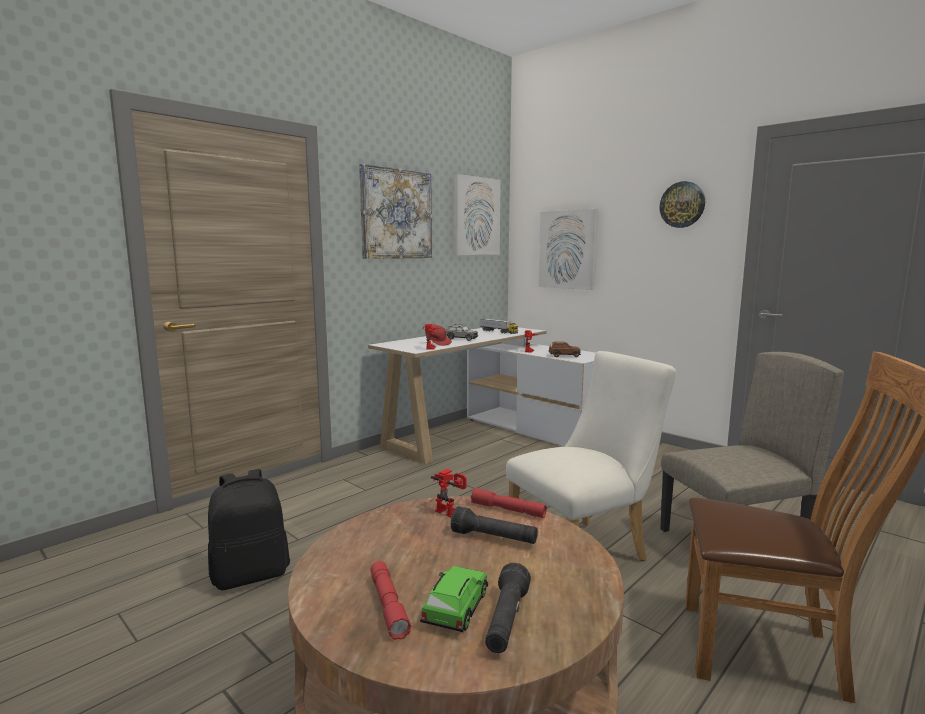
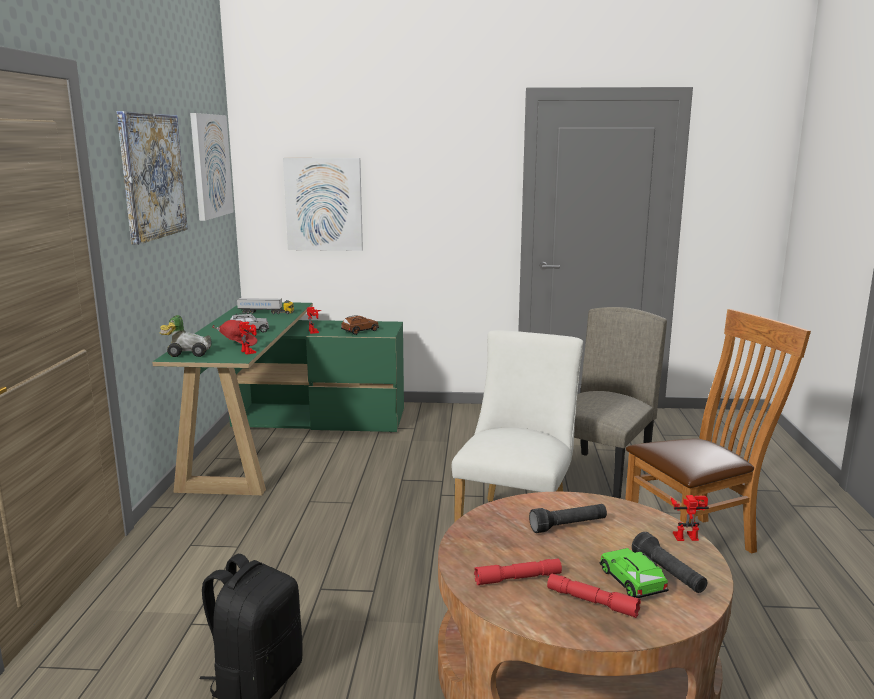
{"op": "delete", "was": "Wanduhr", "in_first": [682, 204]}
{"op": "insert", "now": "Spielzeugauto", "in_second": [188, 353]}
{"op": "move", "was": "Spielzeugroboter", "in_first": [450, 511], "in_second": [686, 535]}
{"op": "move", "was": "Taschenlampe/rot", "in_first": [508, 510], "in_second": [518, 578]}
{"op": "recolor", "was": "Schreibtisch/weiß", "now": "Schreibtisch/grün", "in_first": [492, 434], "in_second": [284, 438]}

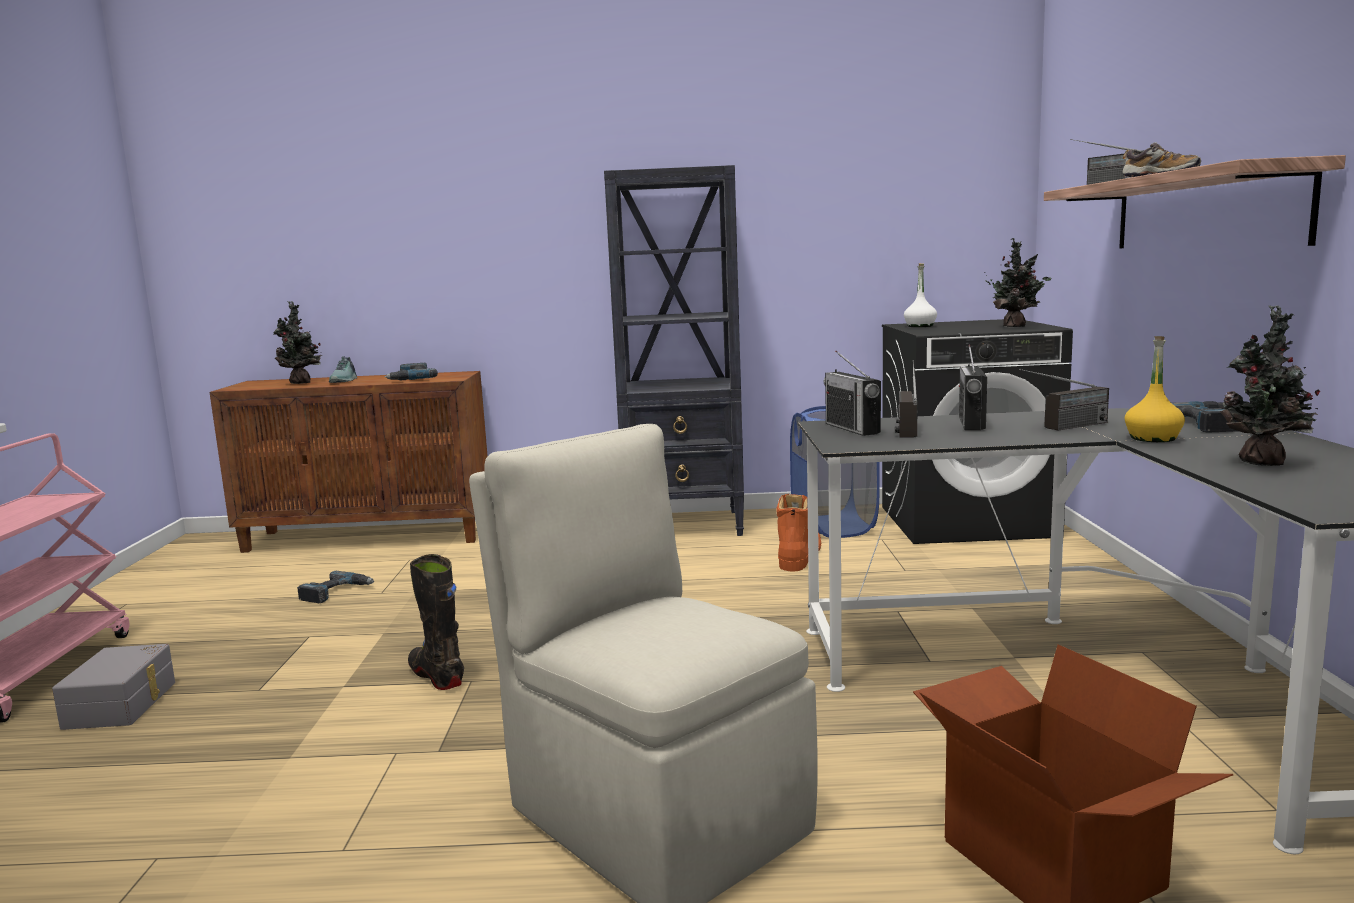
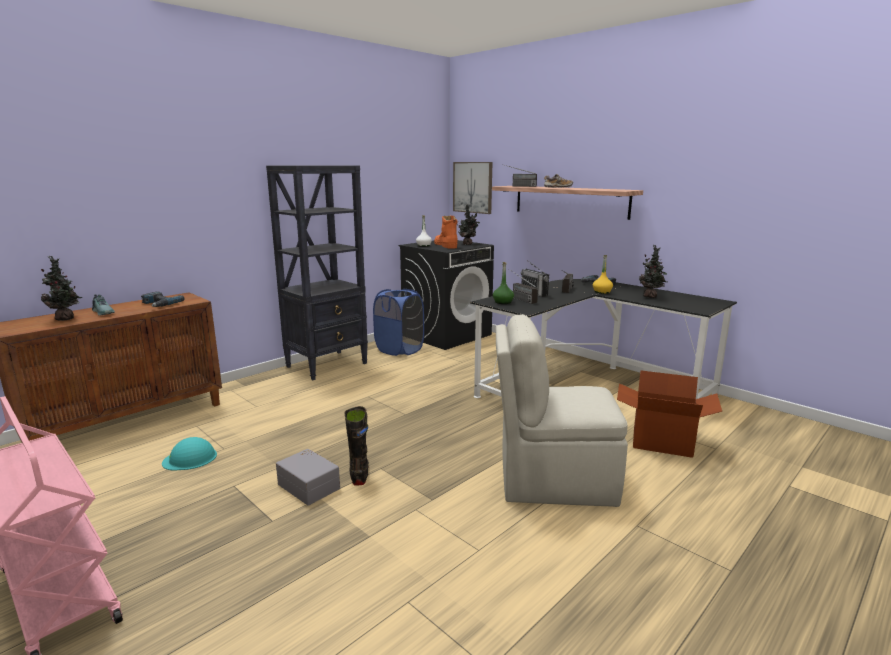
{"op": "insert", "now": "Bild", "in_second": [473, 187]}
{"op": "move", "was": "Aufbewahrungsbox/grau", "in_first": [123, 704], "in_second": [310, 485]}
{"op": "move", "was": "Stiefel/orange", "in_first": [799, 557], "in_second": [445, 245]}
{"op": "replace", "was": "Bohrmaschine", "now": "Schutzhelm/türkis", "in_first": [336, 592], "in_second": [190, 458]}
{"op": "replace", "was": "Radio", "now": "Flasche/grün", "in_first": [852, 428], "in_second": [503, 302]}
{"op": "rotate", "was": "Stiefel/schwarz", "in_first": [437, 676], "in_second": [359, 473], "clockwise": 75}

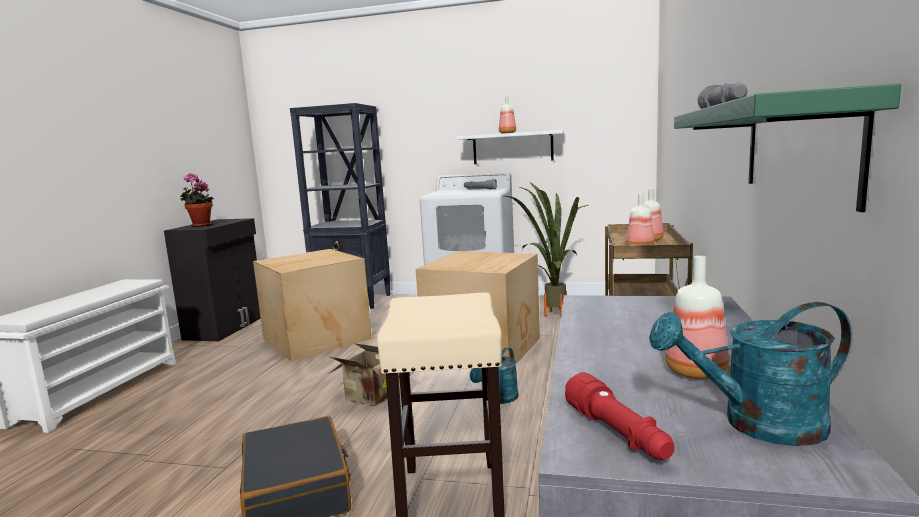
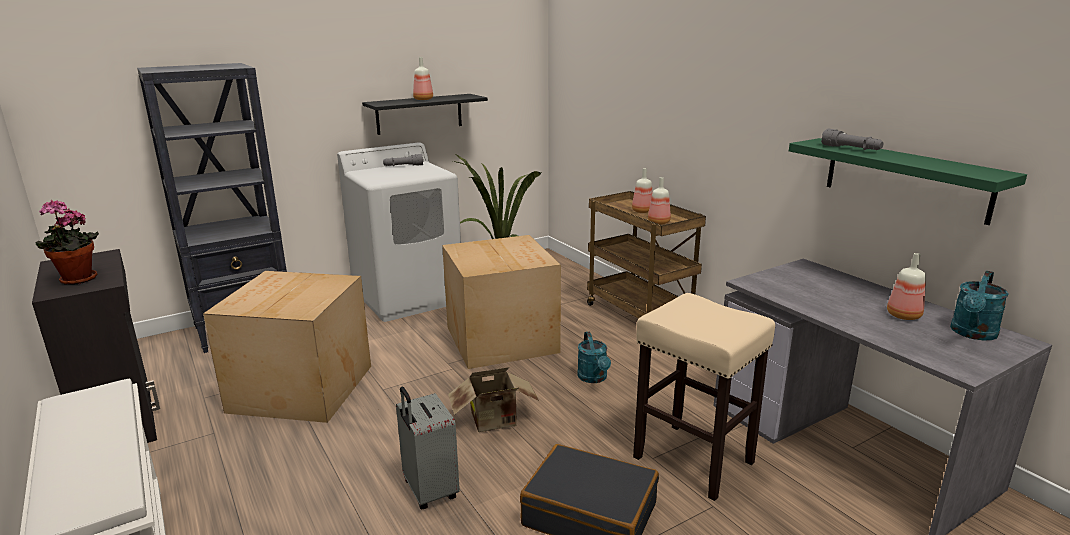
{"op": "delete", "was": "Taschenlampe/rot", "in_first": [618, 434]}
{"op": "insert", "now": "Koffer/grau", "in_second": [429, 491]}
{"op": "recolor", "was": "Wandregal/weiß", "now": "Wandregal/schwarz", "in_first": [512, 148], "in_second": [419, 114]}

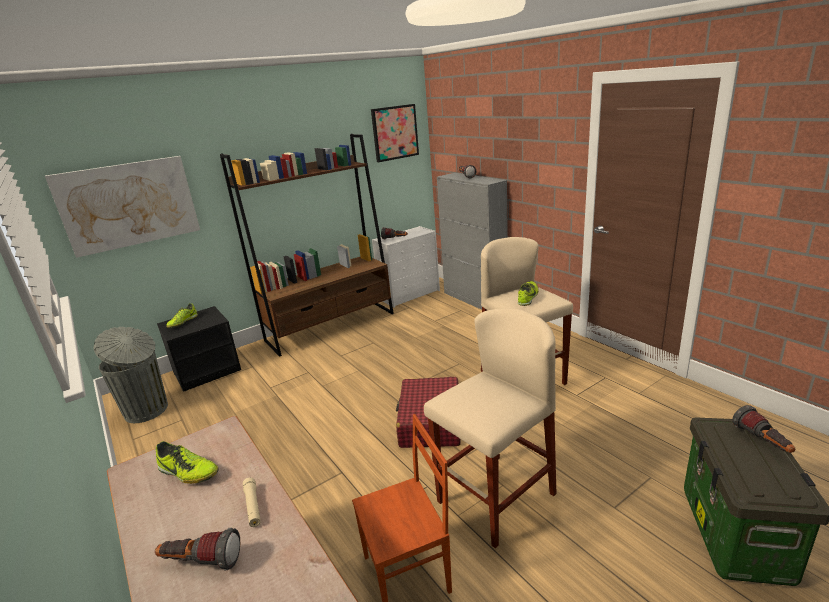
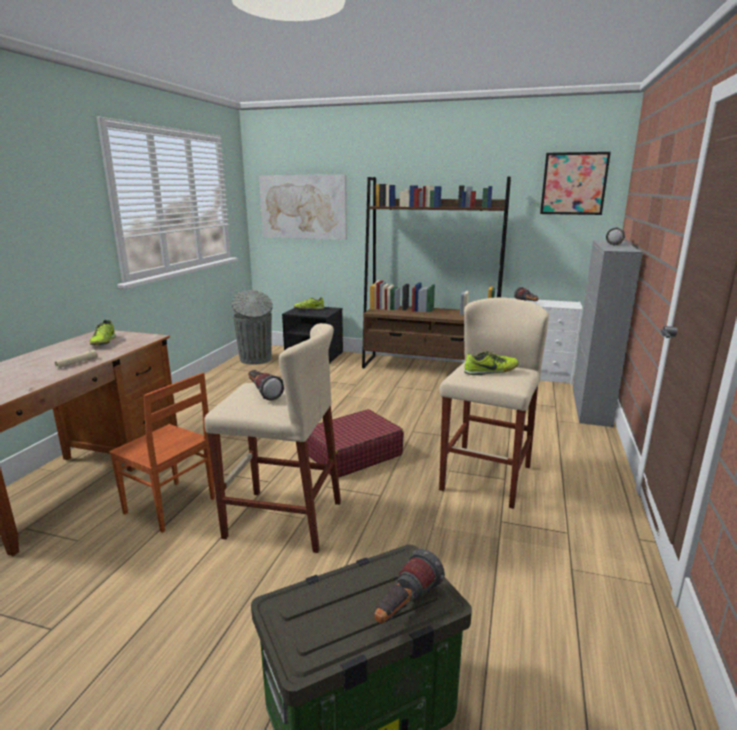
{"op": "move", "was": "Taschenlampe", "in_first": [201, 562], "in_second": [262, 392]}

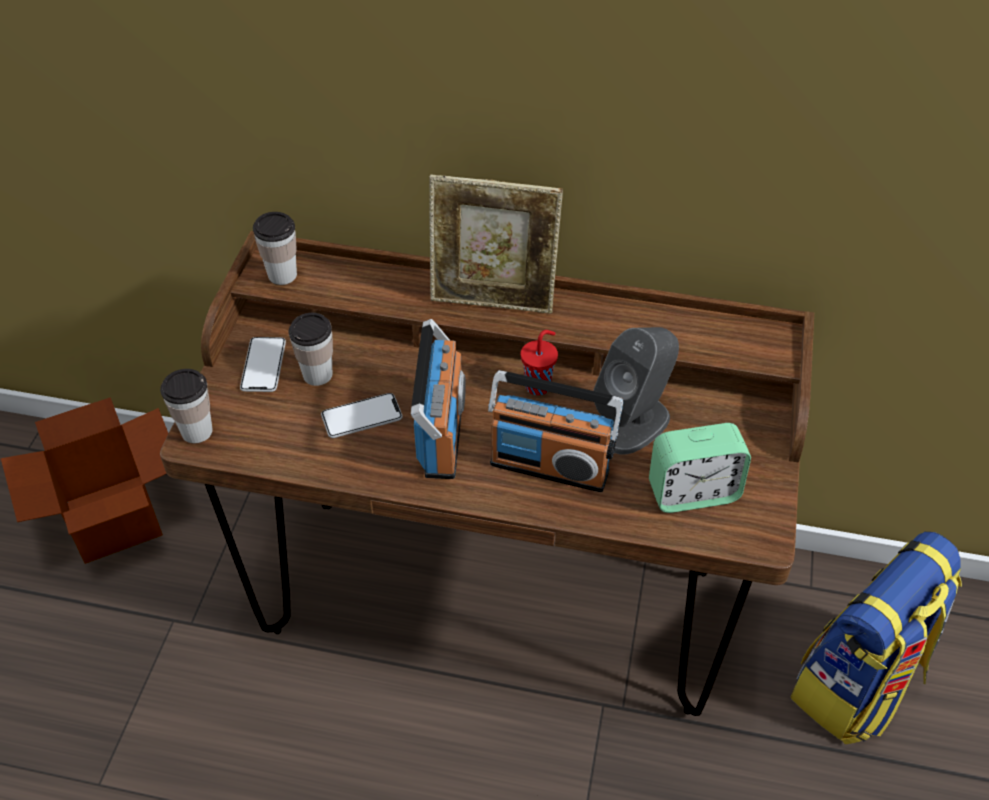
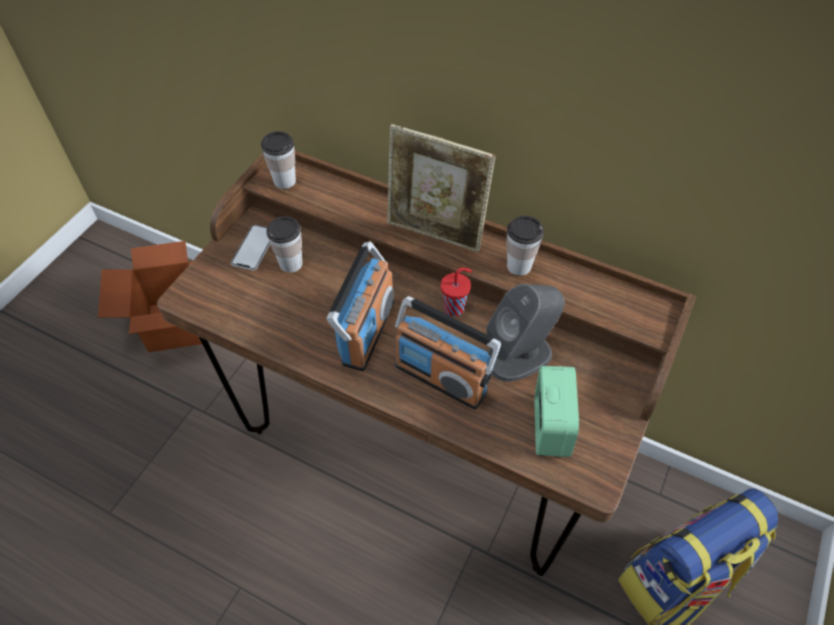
{"op": "delete", "was": "Handy", "in_first": [361, 417]}
{"op": "move", "was": "Tasse", "in_first": [197, 431], "in_second": [519, 266]}
{"op": "rotate", "was": "Wecker", "in_first": [693, 492], "in_second": [550, 427], "clockwise": -90}

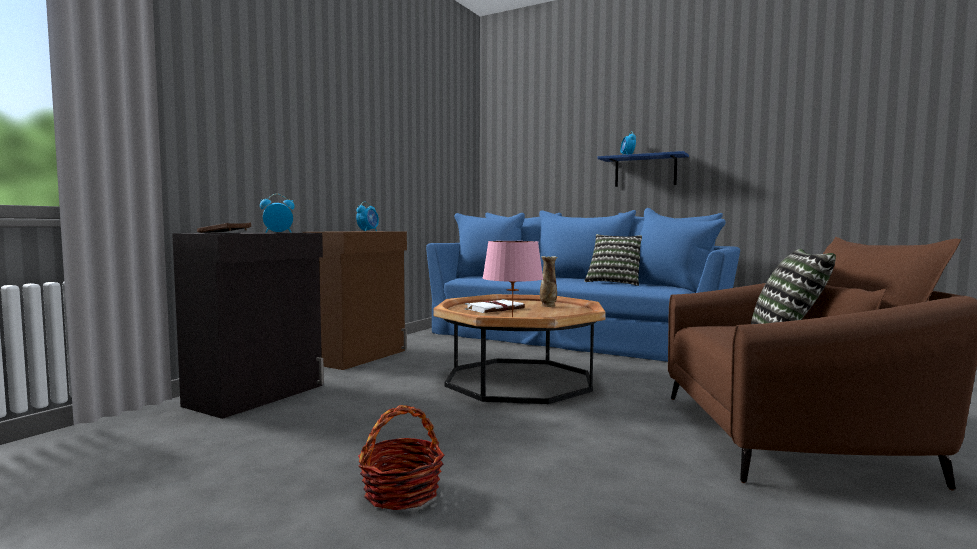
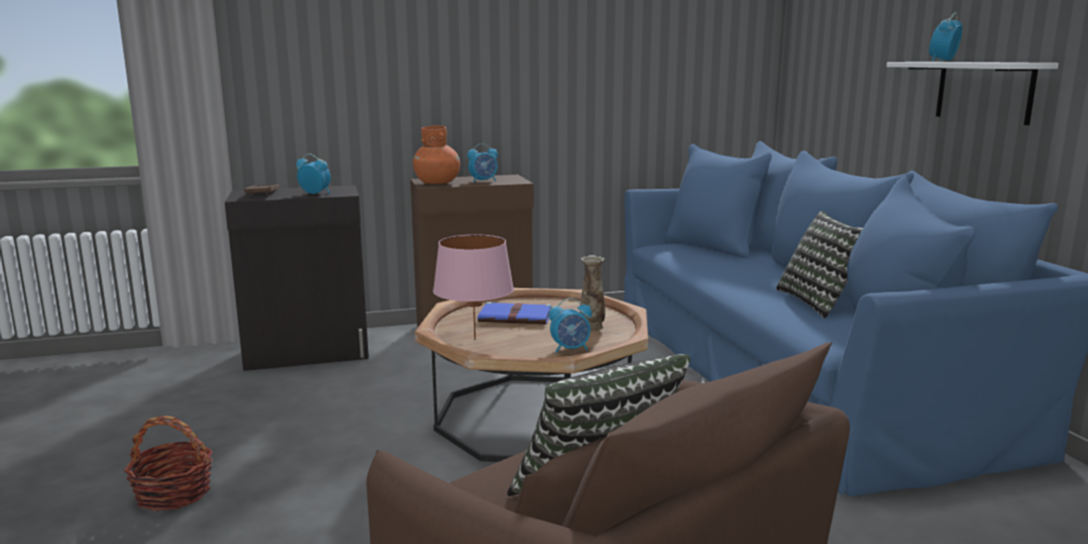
{"op": "insert", "now": "Vase/orange", "in_second": [437, 183]}
{"op": "insert", "now": "Wecker", "in_second": [571, 349]}
{"op": "recolor", "was": "Buch/weiß", "now": "Buch/blau", "in_first": [495, 309], "in_second": [517, 317]}
{"op": "recolor", "was": "Wandregal/blau", "now": "Wandregal/weiß", "in_first": [645, 171], "in_second": [984, 91]}

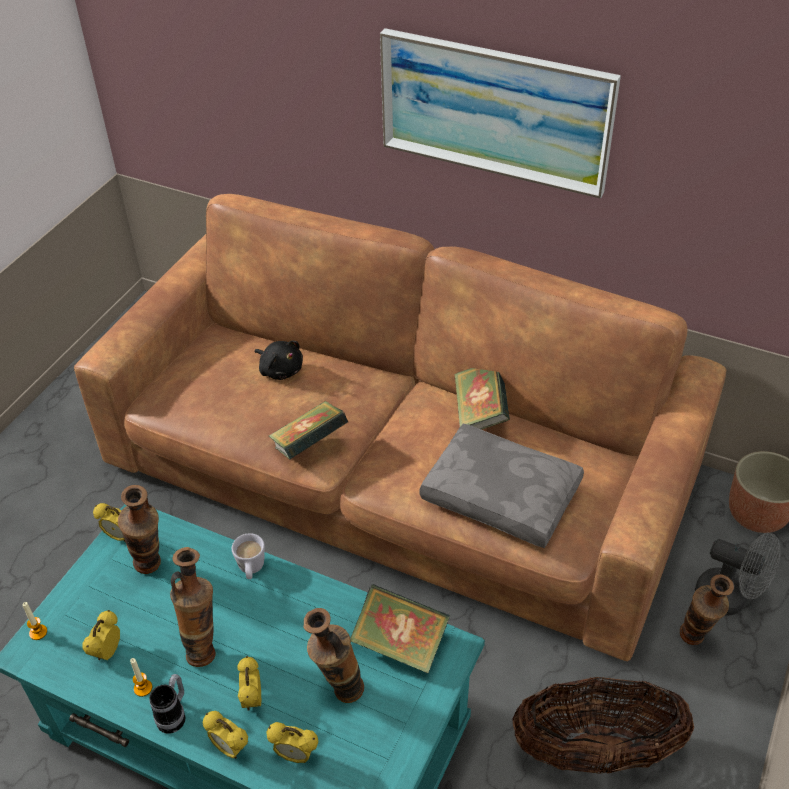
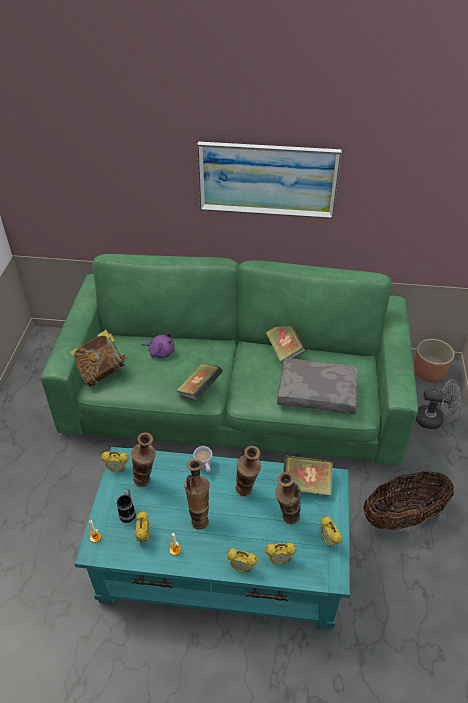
{"op": "insert", "now": "Buch", "in_second": [101, 371]}
{"op": "move", "was": "Henkelbecher", "in_first": [174, 715], "in_second": [128, 512]}
{"op": "move", "was": "Wecker", "in_first": [252, 700], "in_second": [328, 541]}
{"op": "move", "was": "Vase", "in_first": [694, 642], "in_second": [246, 493]}
{"op": "recolor", "was": "Sofa/braun", "now": "Sofa/grün", "in_first": [397, 471], "in_second": [234, 396]}
{"op": "recolor", "was": "Plüschtier/schwarz", "now": "Plüschtier/lila", "in_first": [280, 370], "in_second": [160, 352]}

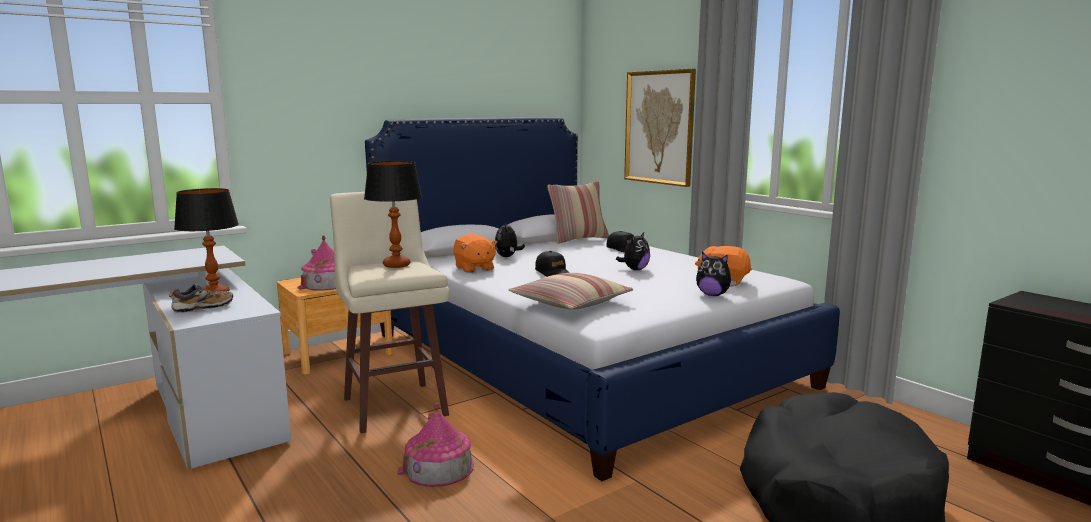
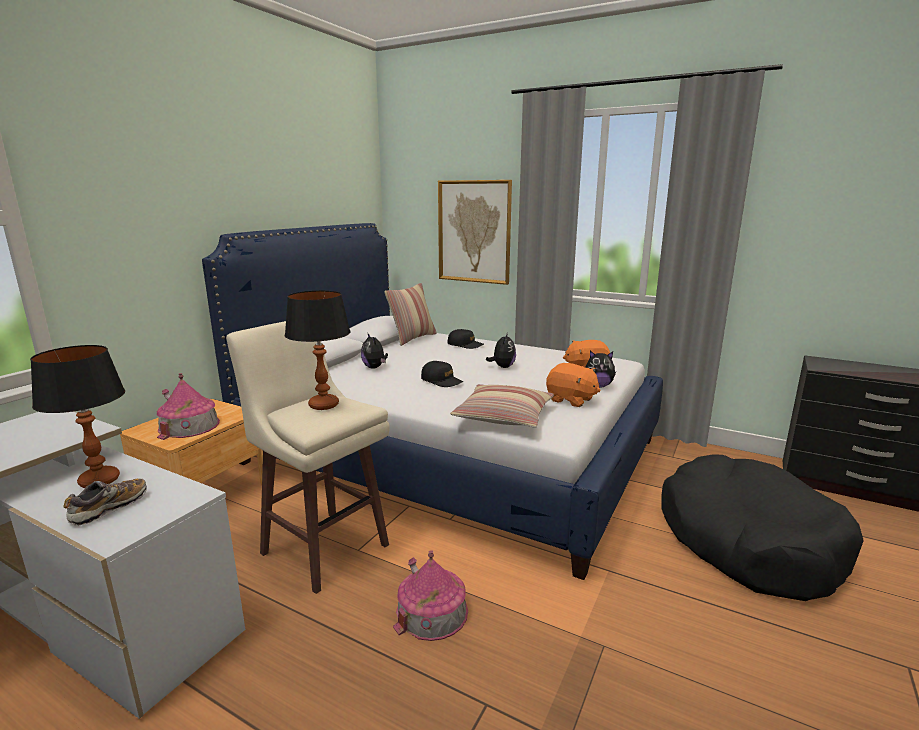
{"op": "move", "was": "Plüschtier/orange", "in_first": [474, 268], "in_second": [571, 400]}

